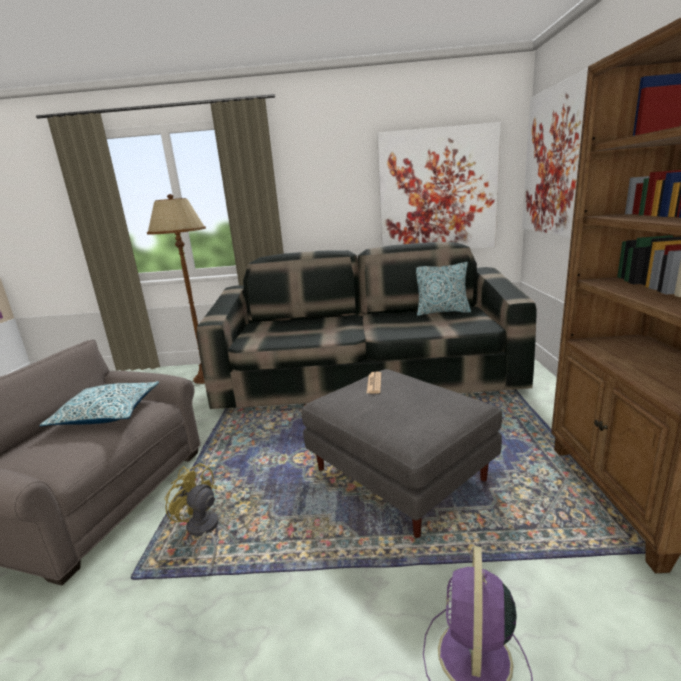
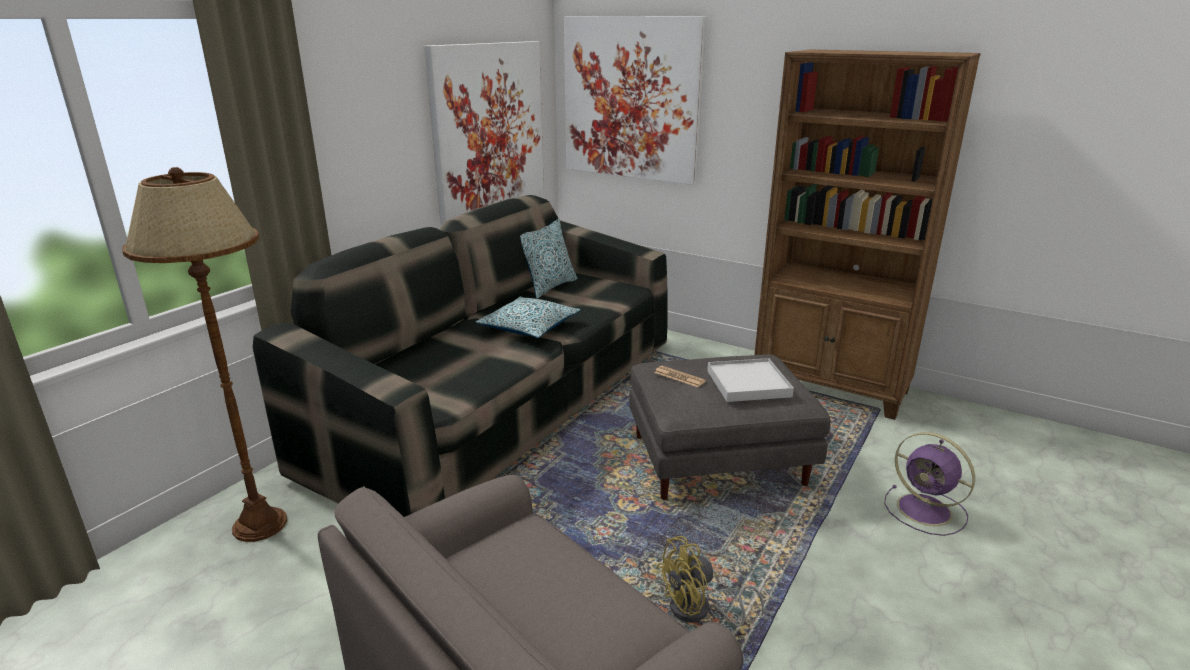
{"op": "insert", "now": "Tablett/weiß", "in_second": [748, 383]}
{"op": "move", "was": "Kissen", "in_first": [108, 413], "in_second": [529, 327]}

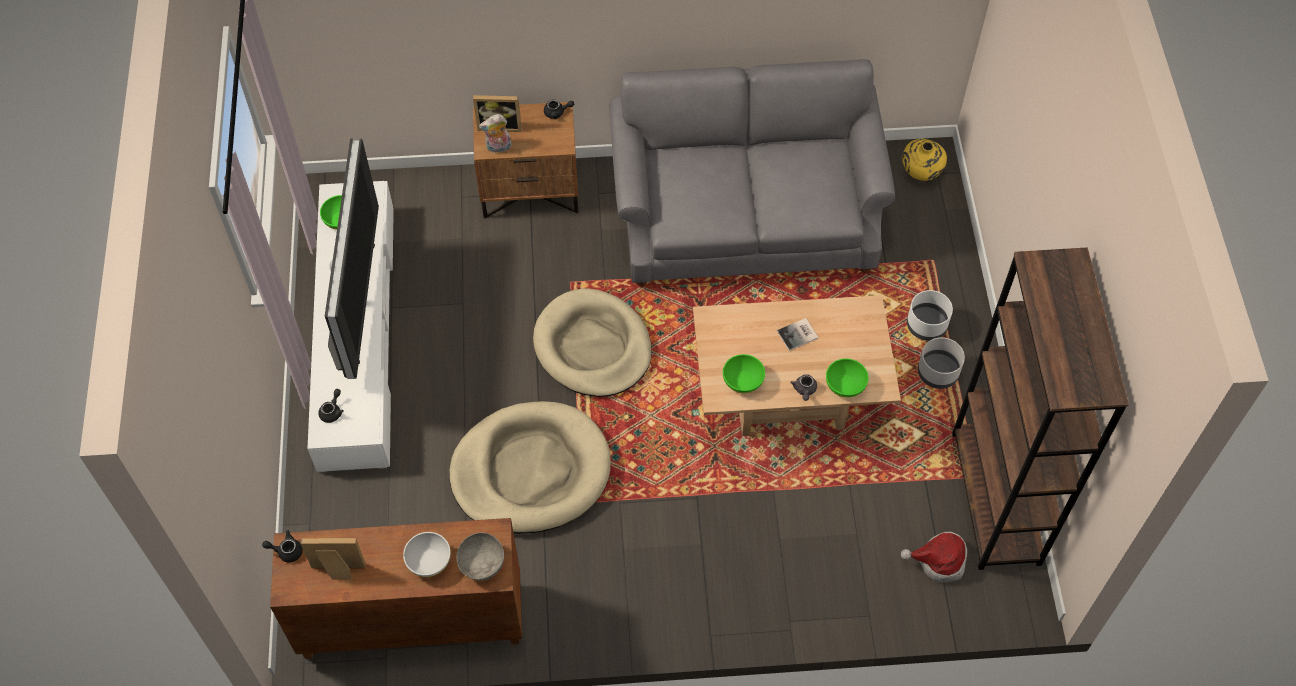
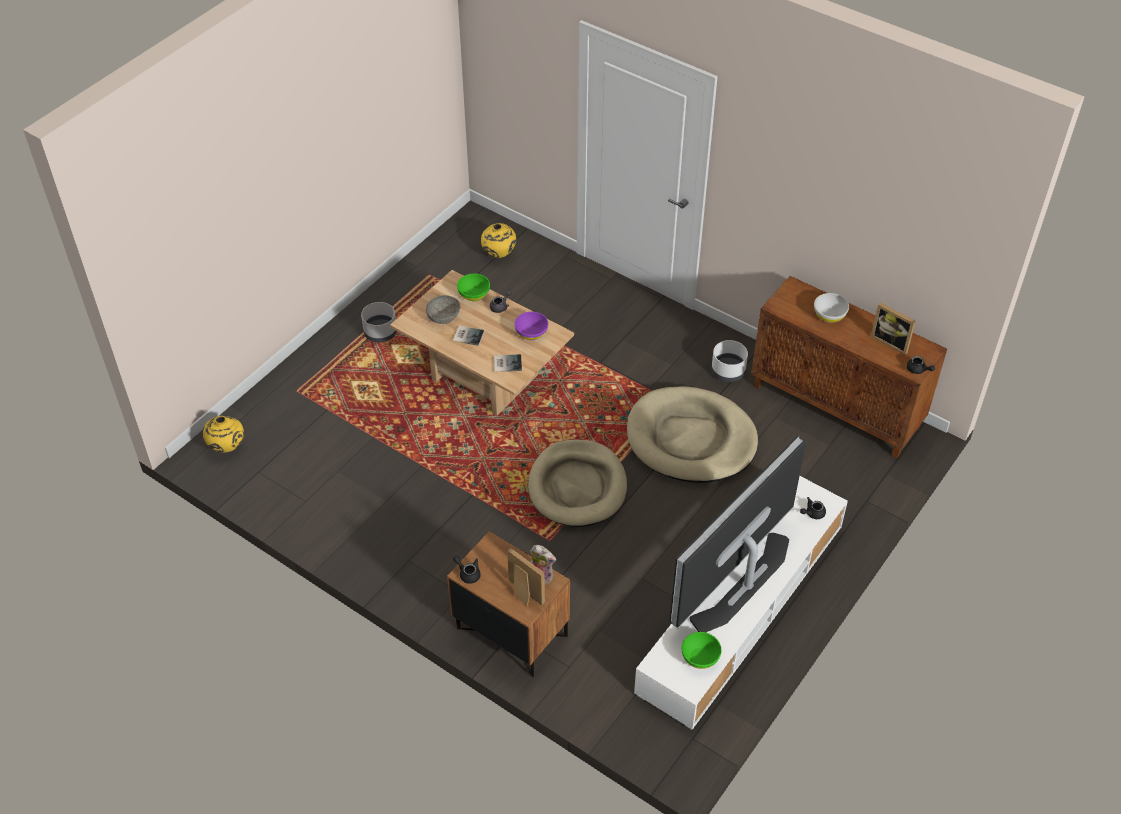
{"op": "delete", "was": "Sofa/grau", "in_first": [746, 217]}
{"op": "delete", "was": "Bücherregal/braun", "in_first": [995, 498]}
{"op": "insert", "now": "Buch", "in_second": [506, 363]}
{"op": "move", "was": "Schüssel/grau", "in_first": [481, 563], "in_second": [443, 316]}
{"op": "move", "was": "Pflanzkübel/weiß", "in_first": [926, 325], "in_second": [728, 371]}
{"op": "replace", "was": "Hut", "now": "Vase/gelb", "in_first": [938, 561], "in_second": [499, 254]}
{"op": "recolor", "was": "Schüssel/grün", "now": "Schüssel/lila", "in_first": [742, 381], "in_second": [531, 333]}

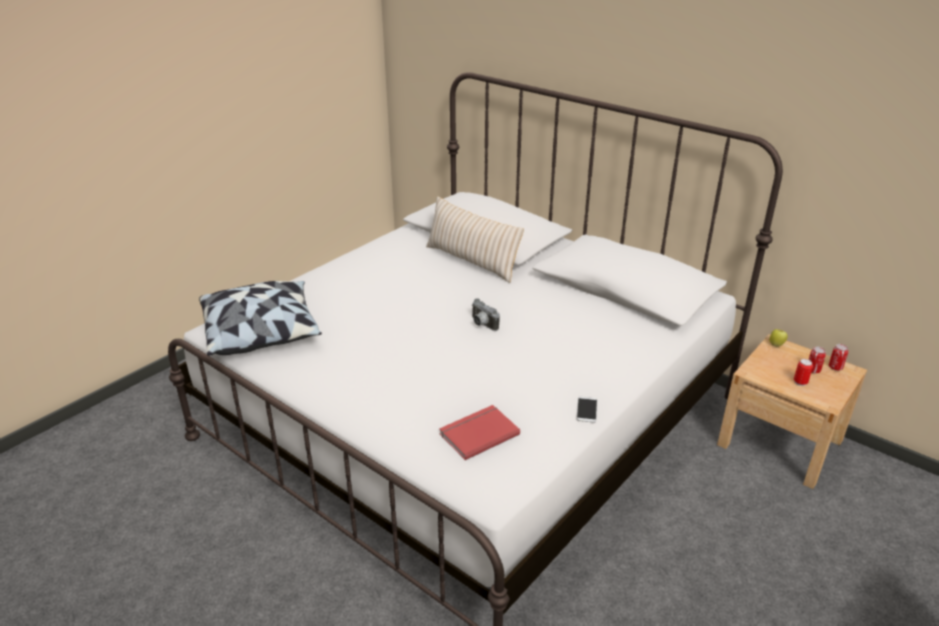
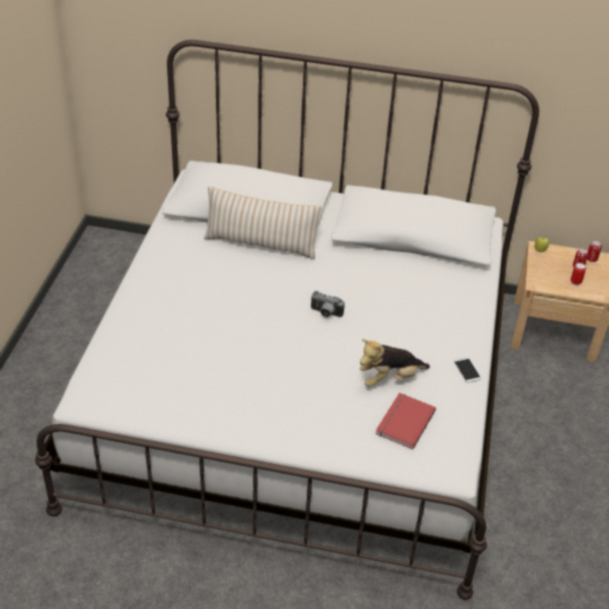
{"op": "delete", "was": "Kissen", "in_first": [262, 332]}
{"op": "insert", "now": "Plüschtier", "in_second": [390, 378]}

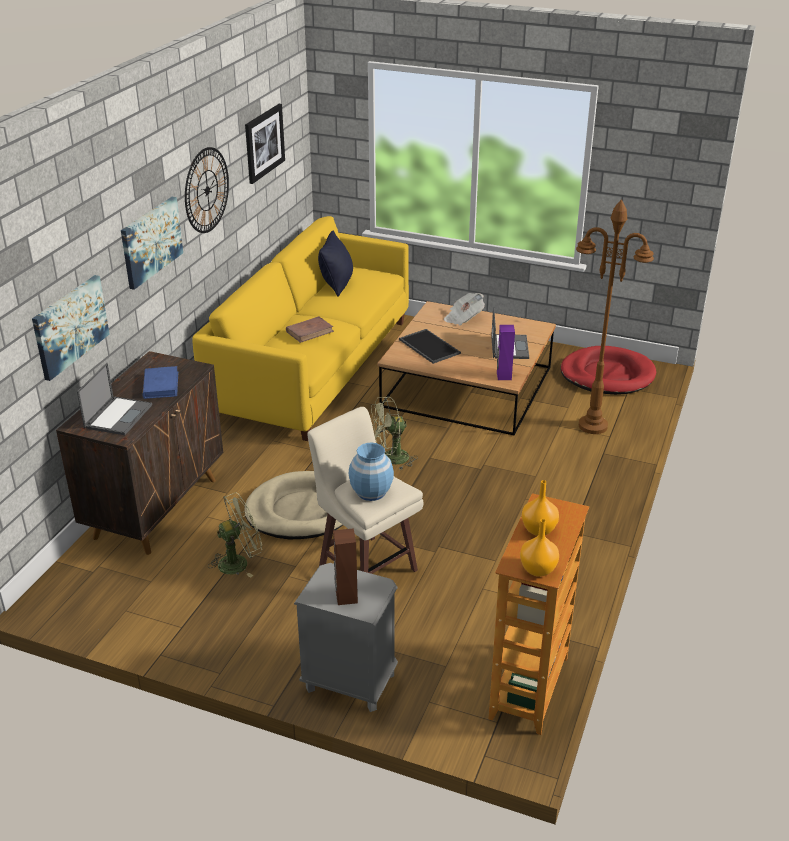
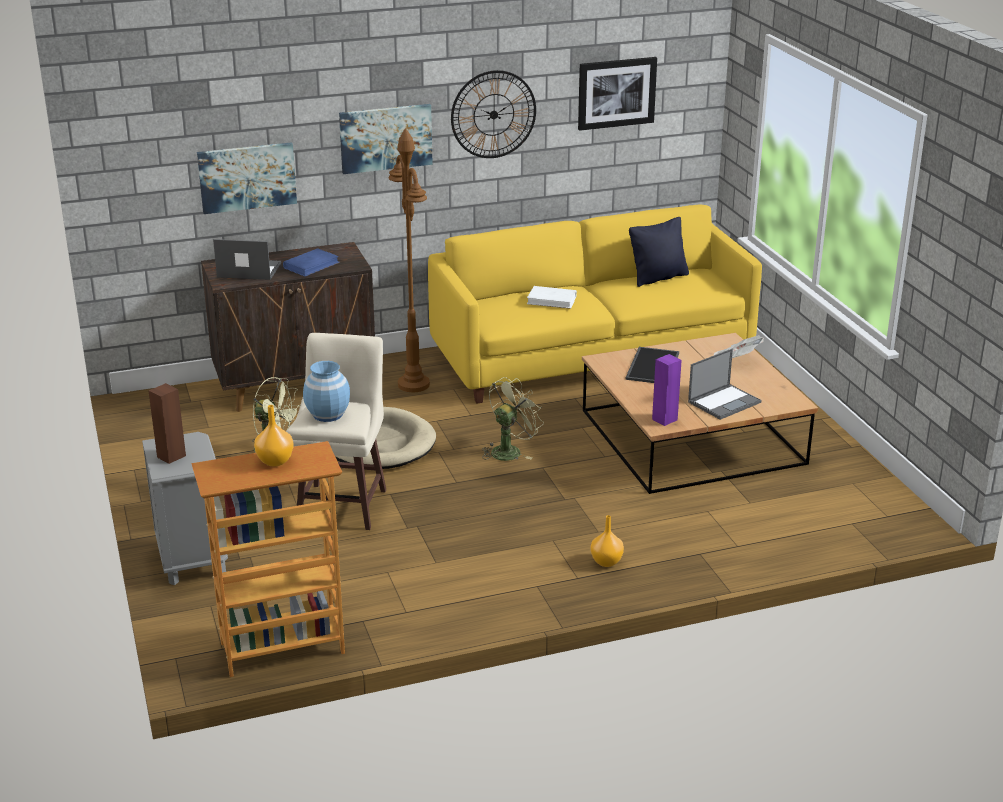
{"op": "delete", "was": "Hundebett/rot", "in_first": [607, 375]}
{"op": "move", "was": "Vase/orange", "in_first": [538, 570], "in_second": [606, 562]}
{"op": "move", "was": "Stehlampe/braun", "in_first": [593, 426], "in_second": [414, 385]}
{"op": "recolor", "was": "Buch/braun", "now": "Buch/weiß", "in_first": [310, 331], "in_second": [552, 300]}
{"op": "rotate", "was": "Laptop", "in_first": [118, 415], "in_second": [248, 270], "clockwise": -150}
{"op": "rotate", "was": "Ventilator/grün", "in_first": [390, 459], "in_second": [510, 450], "clockwise": 105}

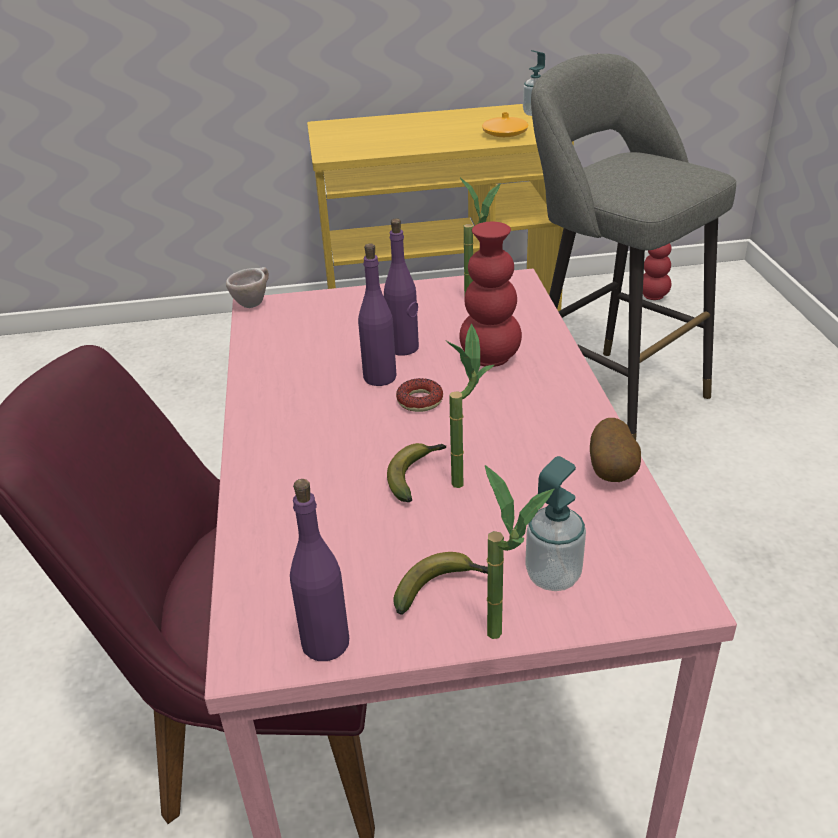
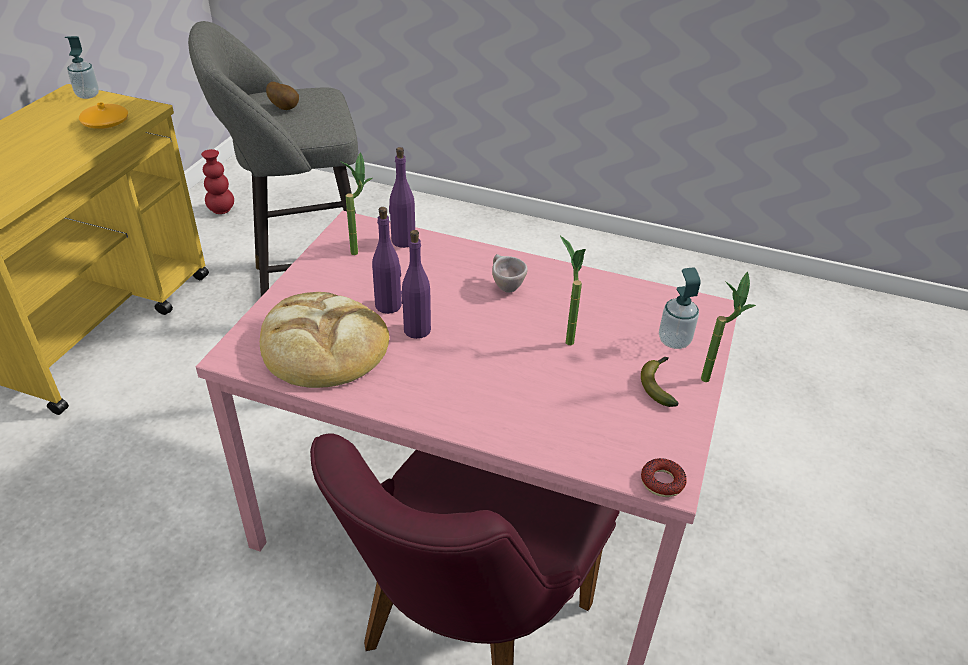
{"op": "delete", "was": "Banane", "in_first": [416, 475]}
{"op": "delete", "was": "Vase/rot", "in_first": [490, 358]}
{"op": "insert", "now": "Brot", "in_second": [323, 345]}
{"op": "move", "was": "Tasse/beige", "in_first": [253, 302], "in_second": [504, 286]}
{"op": "move", "was": "Flasche/lila", "in_first": [325, 642], "in_second": [403, 241]}
{"op": "move", "was": "Donut", "in_first": [419, 401], "in_second": [662, 482]}
{"op": "move", "was": "Kartoffel", "in_first": [613, 472], "in_second": [285, 108]}

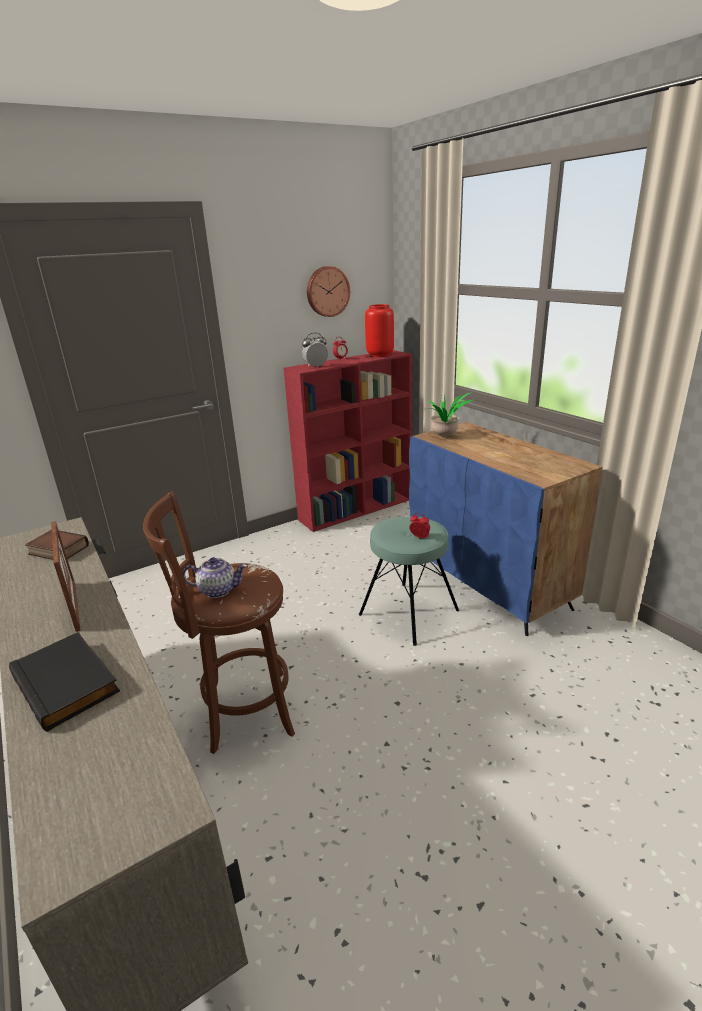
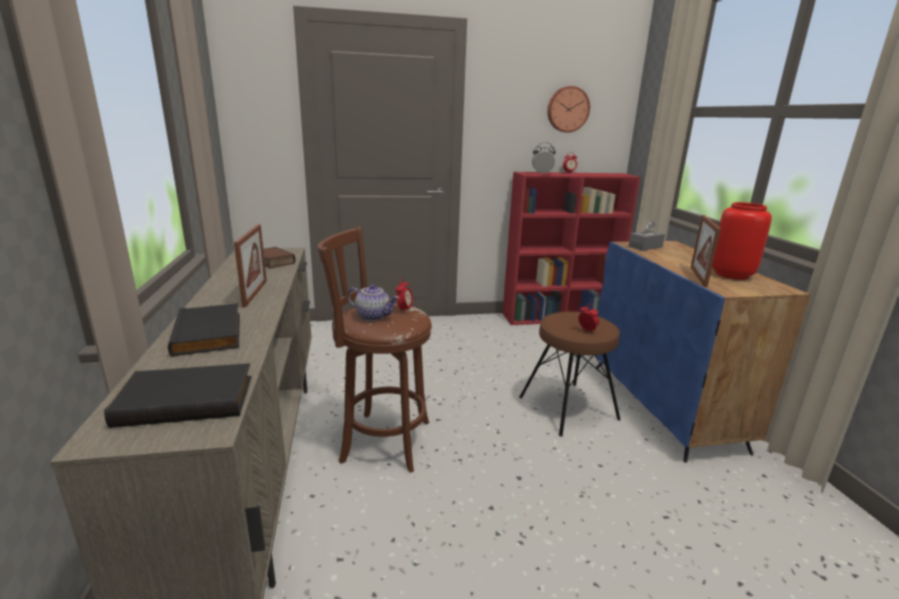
{"op": "insert", "now": "Buch/schwarz", "in_second": [188, 399]}
{"op": "insert", "now": "Wecker", "in_second": [404, 310]}
{"op": "insert", "now": "Bilderrahmen", "in_second": [698, 276]}
{"op": "move", "was": "Vase/rot", "in_first": [380, 355], "in_second": [732, 275]}
{"op": "replace", "was": "Topfpflanze", "now": "Taschentuchbox/grau", "in_first": [446, 437], "in_second": [645, 247]}
{"op": "recolor", "was": "Hocker/türkis", "now": "Hocker/braun", "in_first": [409, 612], "in_second": [568, 408]}

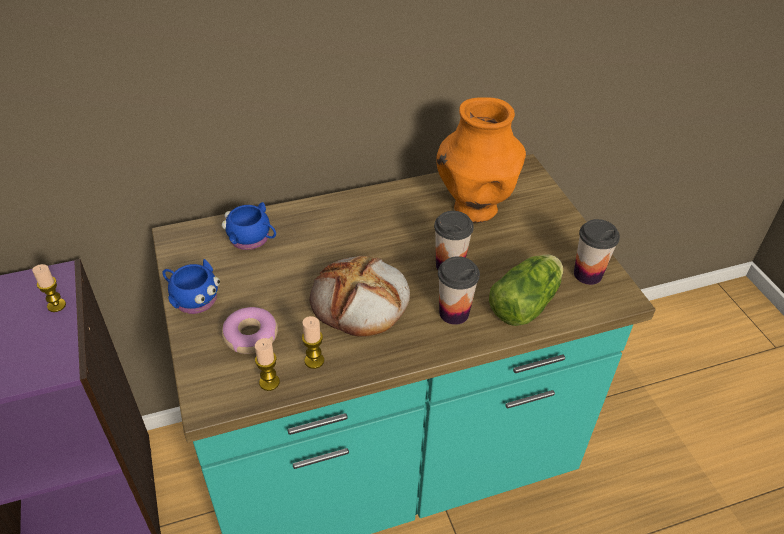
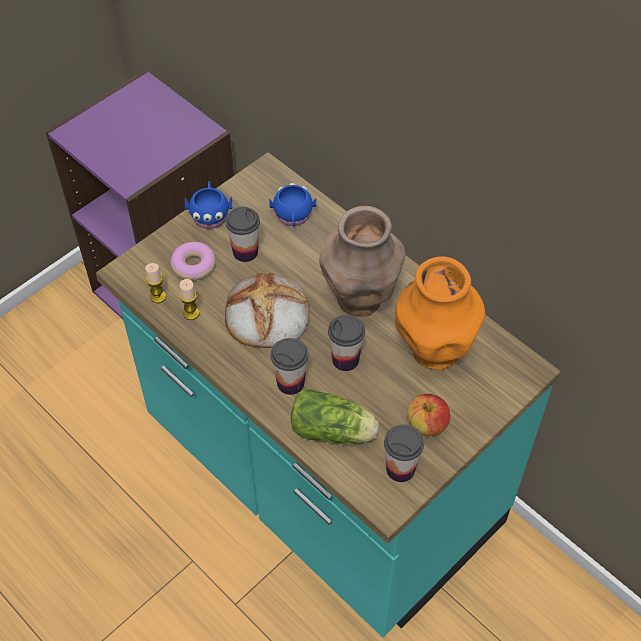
{"op": "delete", "was": "Kerze", "in_first": [56, 305]}
{"op": "insert", "now": "Tasse", "in_second": [245, 252]}
{"op": "insert", "now": "Vase/braun", "in_second": [360, 300]}
{"op": "insert", "now": "Apfel", "in_second": [426, 425]}

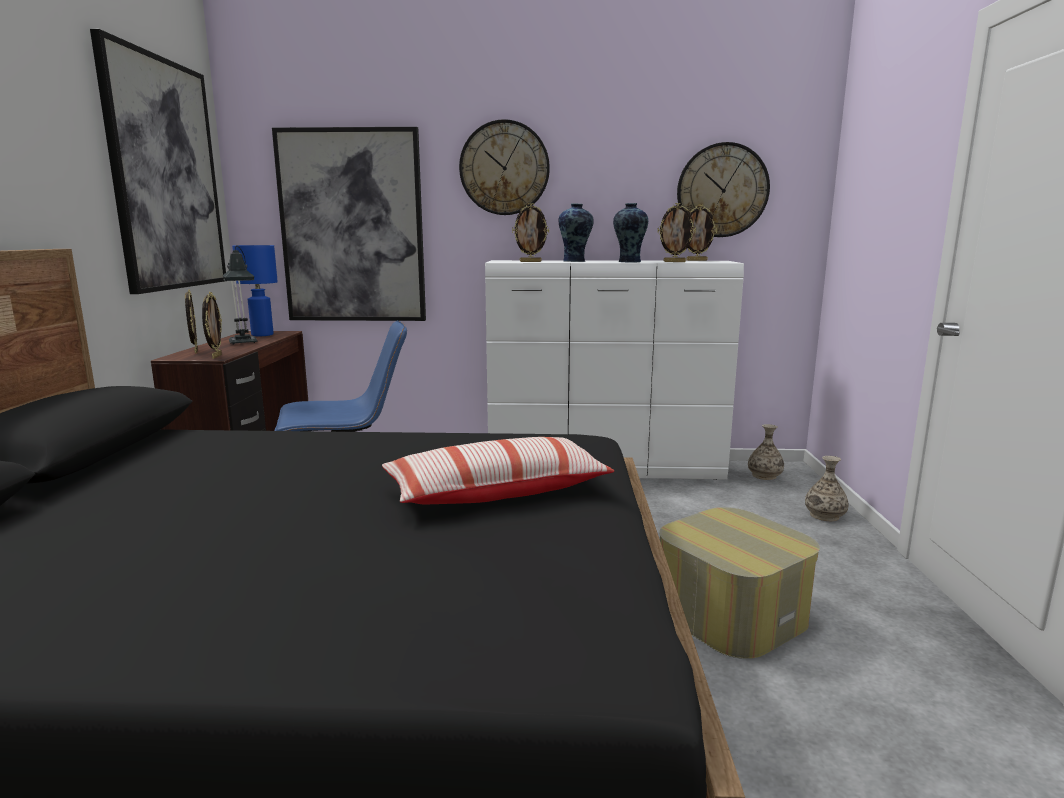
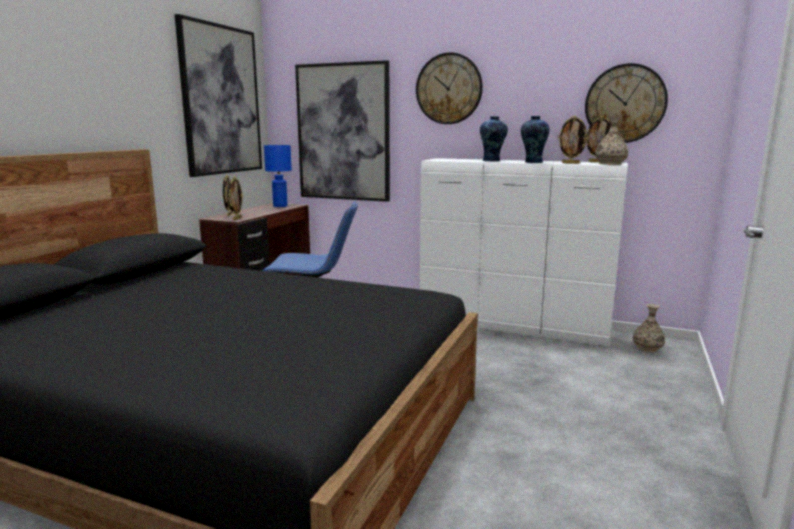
{"op": "delete", "was": "Tischlampe", "in_first": [244, 343]}
{"op": "delete", "was": "Kissen", "in_first": [496, 491]}
{"op": "delete", "was": "Bilderrahmen", "in_first": [530, 261]}
{"op": "delete", "was": "Polsterhocker", "in_first": [731, 612]}
{"op": "move", "was": "Vase", "in_first": [824, 515], "in_second": [610, 164]}

